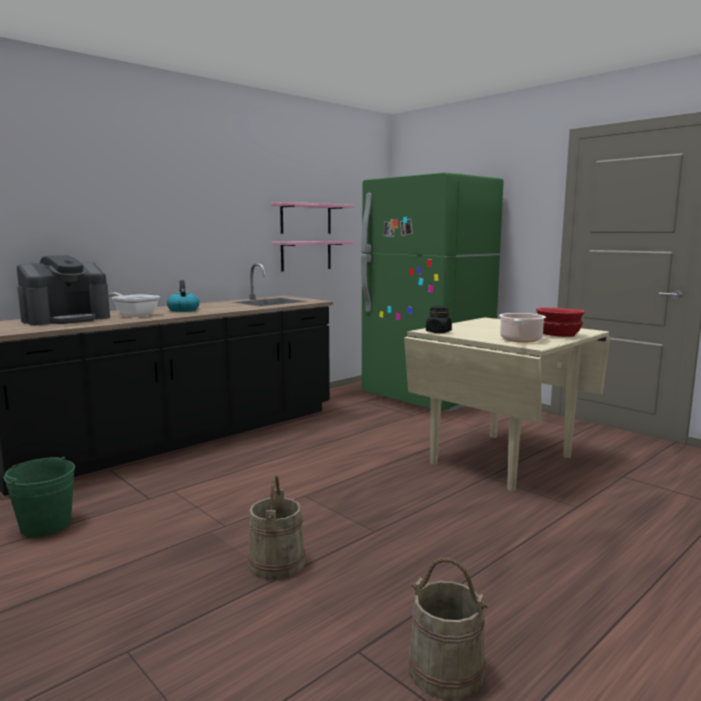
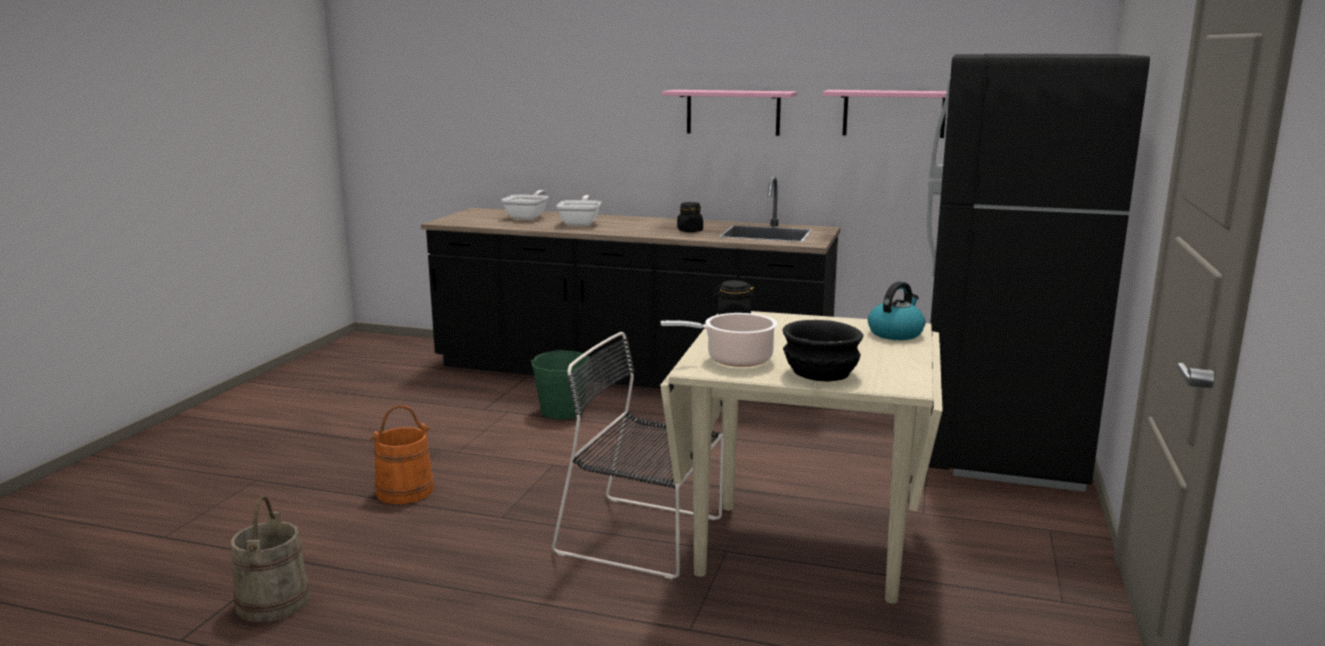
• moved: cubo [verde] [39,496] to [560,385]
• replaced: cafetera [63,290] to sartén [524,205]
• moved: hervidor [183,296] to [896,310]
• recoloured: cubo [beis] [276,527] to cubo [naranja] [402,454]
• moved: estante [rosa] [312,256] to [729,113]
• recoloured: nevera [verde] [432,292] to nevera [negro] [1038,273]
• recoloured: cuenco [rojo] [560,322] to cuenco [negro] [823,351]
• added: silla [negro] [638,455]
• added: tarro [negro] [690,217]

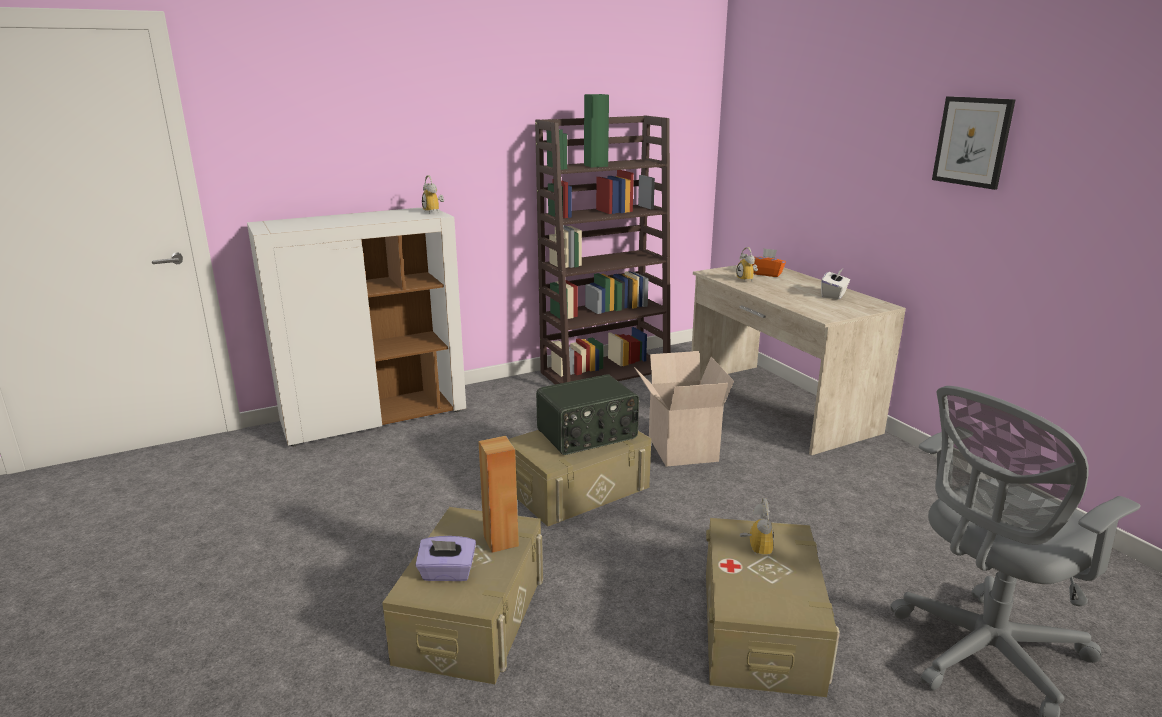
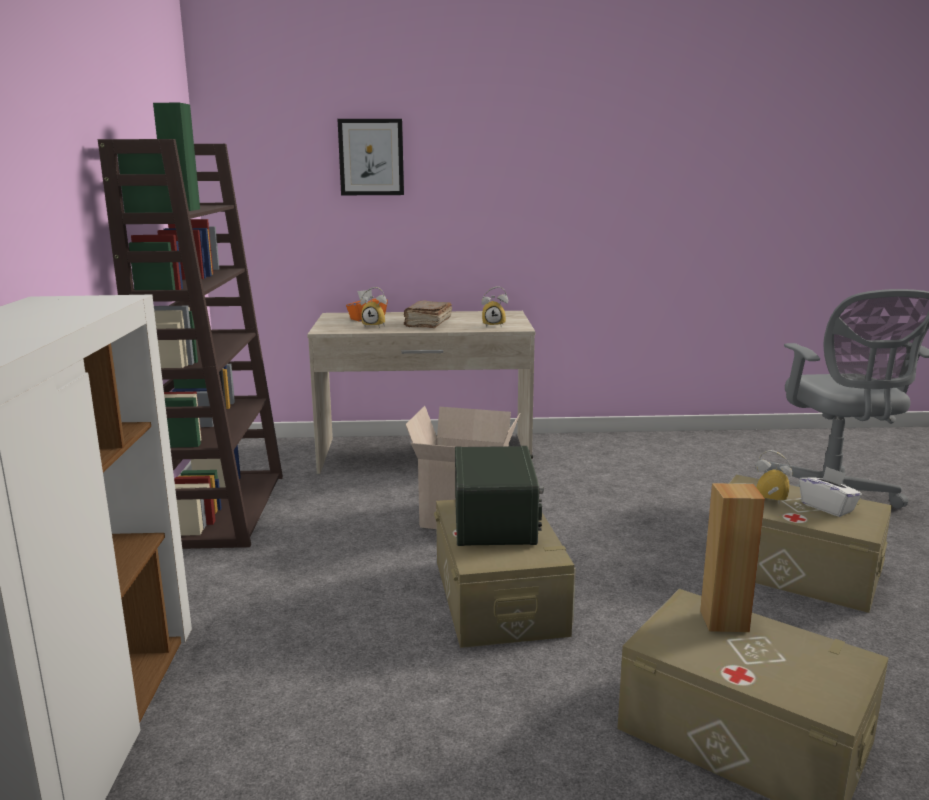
• removed: caja de pañuelos [morado] [445,558]
• moved: despertador [433,194] to [494,306]
• moved: caja de pañuelos [blanco] [835,284] to [830,491]
• moved: cuadro [974,143] to [371,157]
• added: libro [marrón] [428,314]

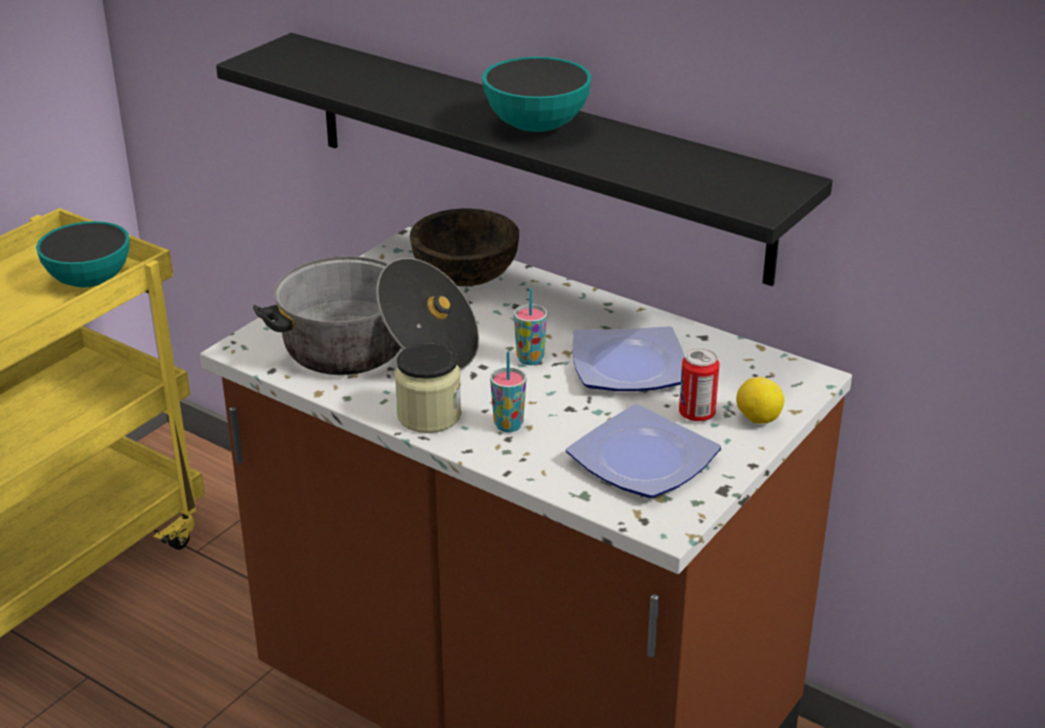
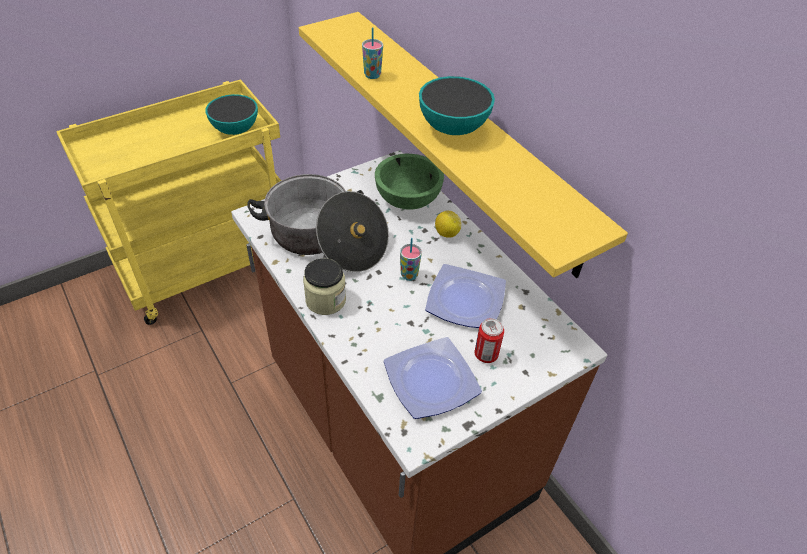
• recoloured: estante [negro] [524,159] to estante [amarillo] [463,145]
• recoloured: cuenco [marrón] [464,247] to cuenco [verde] [409,181]
• moved: taza [508,391] to [372,53]
• moved: limón [760,400] to [448,224]

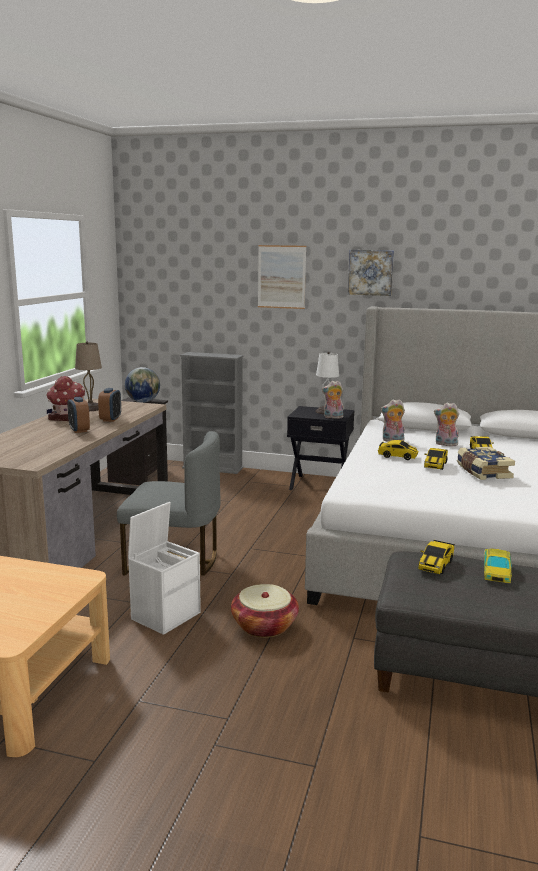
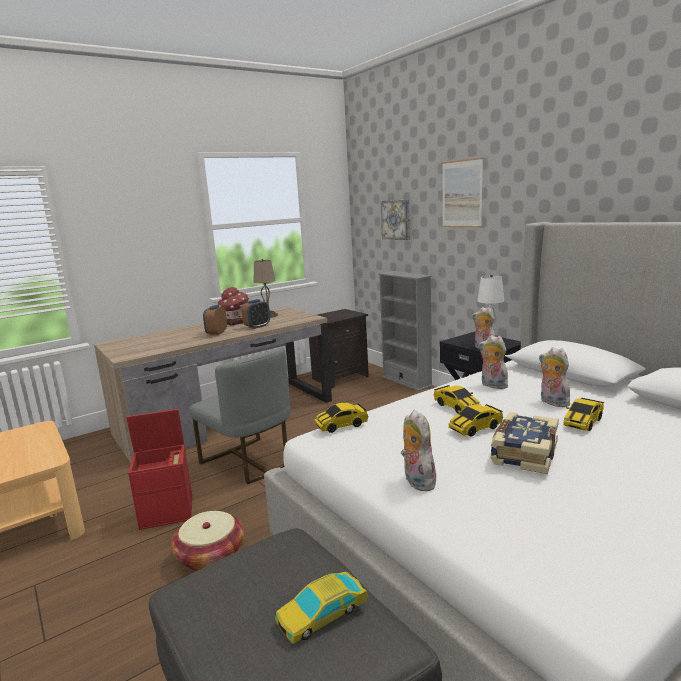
• removed: globo terráqueo [142,385]
• recoloured: caja de almacenaje [blanco] [164,568] to caja de almacenaje [rojo] [159,469]
• moved: cuadro [371,273] to [395,220]
• moved: coche de juguete [437,557] to [342,418]
• added: peluche [418,450]

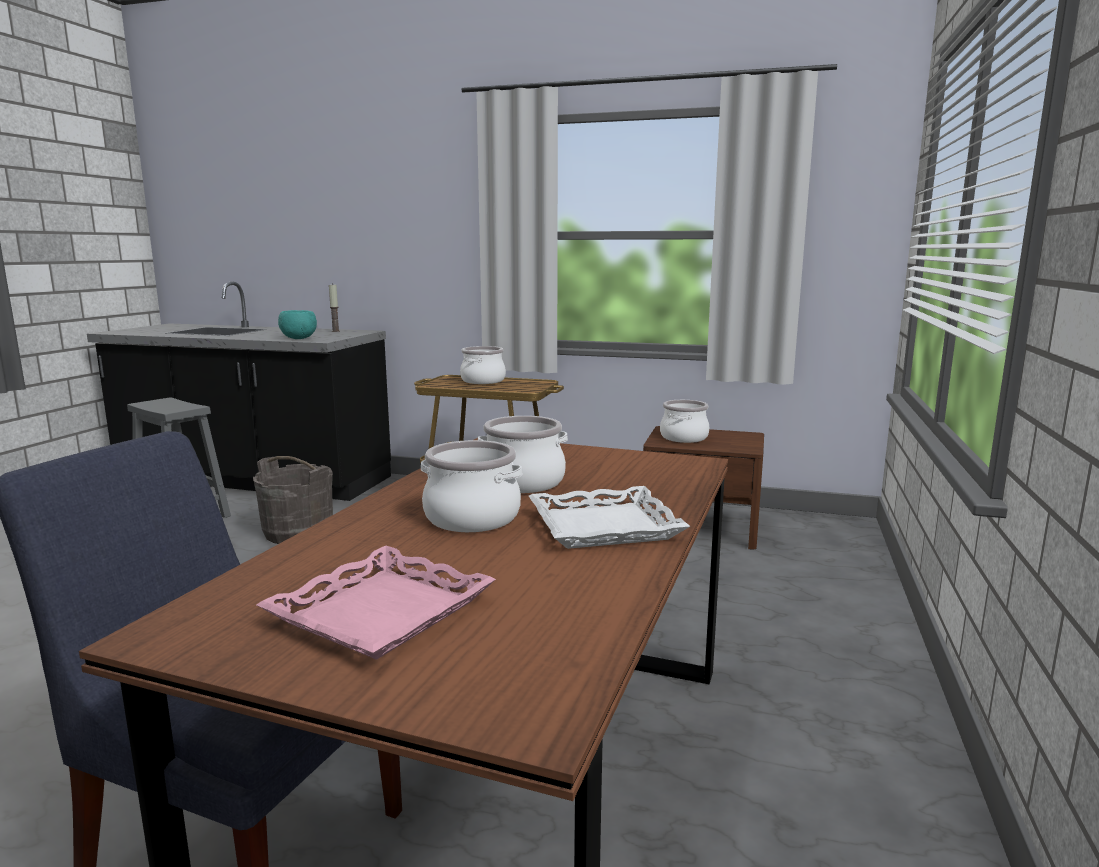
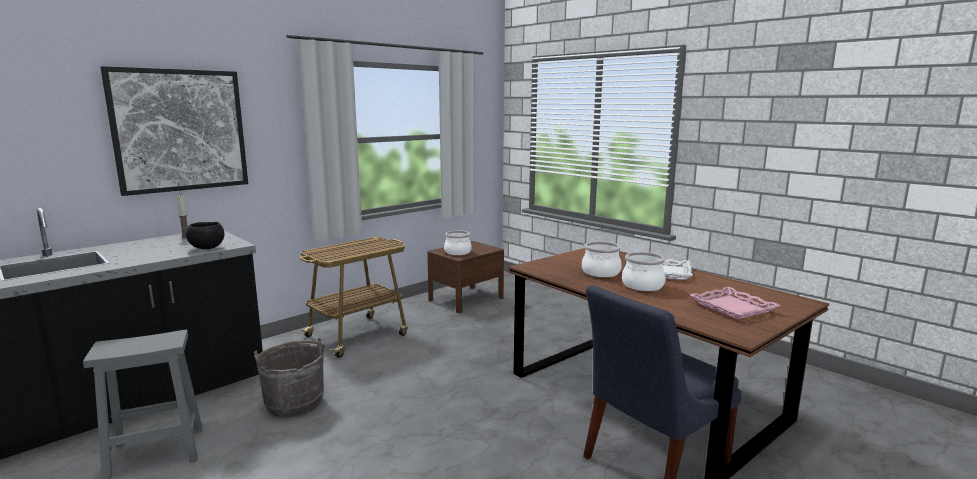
• recoloured: cuenco [turquesa] [297,324] to cuenco [negro] [205,235]
• removed: olla [483,365]
• added: cuadro [174,131]

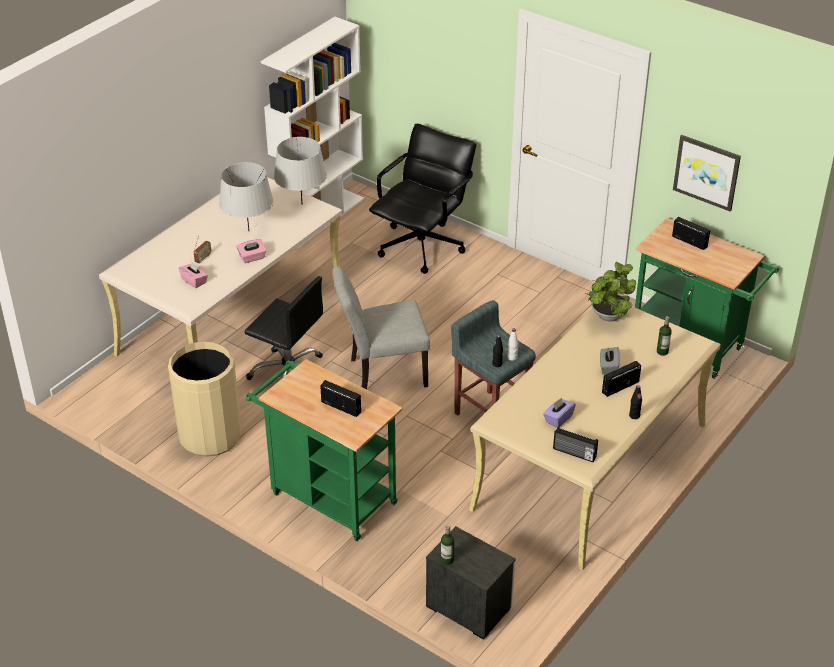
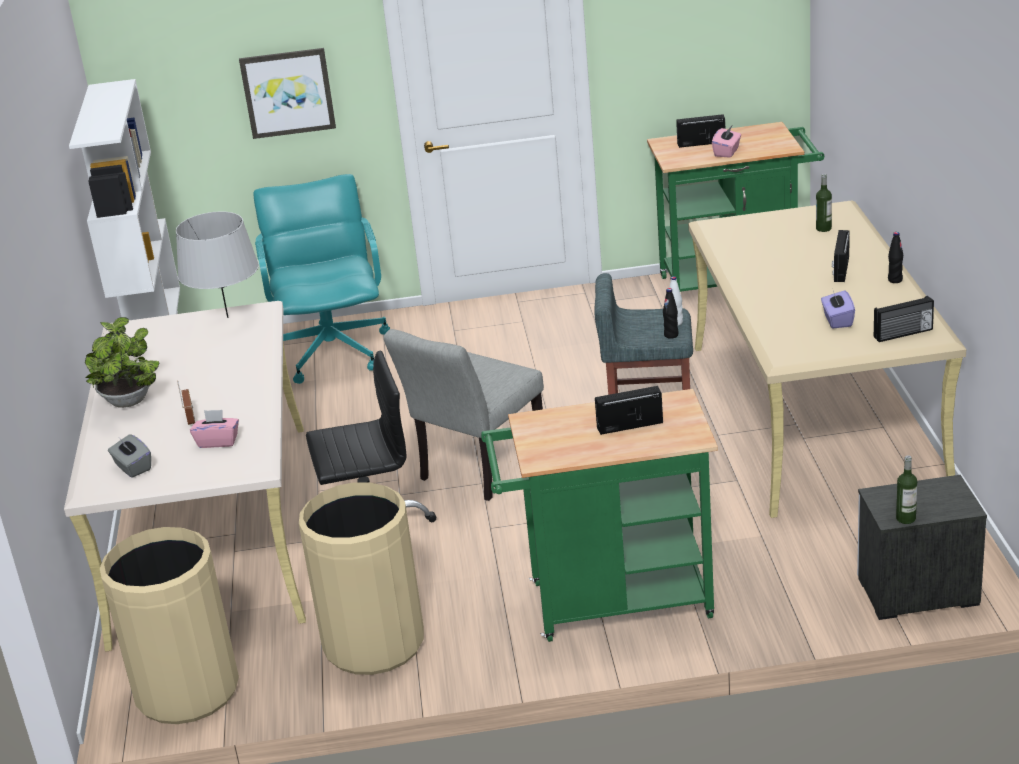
• removed: lámpara de mesa [gris] [246,196]
• moved: caja de pañuelos [rosa] [252,251] to [726,142]
• recoloured: silla de oficina [negro] [422,199] to silla de oficina [turquesa] [322,279]
• moved: planta en maceta [610,291] to [122,362]
• moved: caja de pañuelos [gris] [610,361] to [129,456]
• moved: cuadro [707,173] to [287,93]
• added: papelera [beis] [169,625]

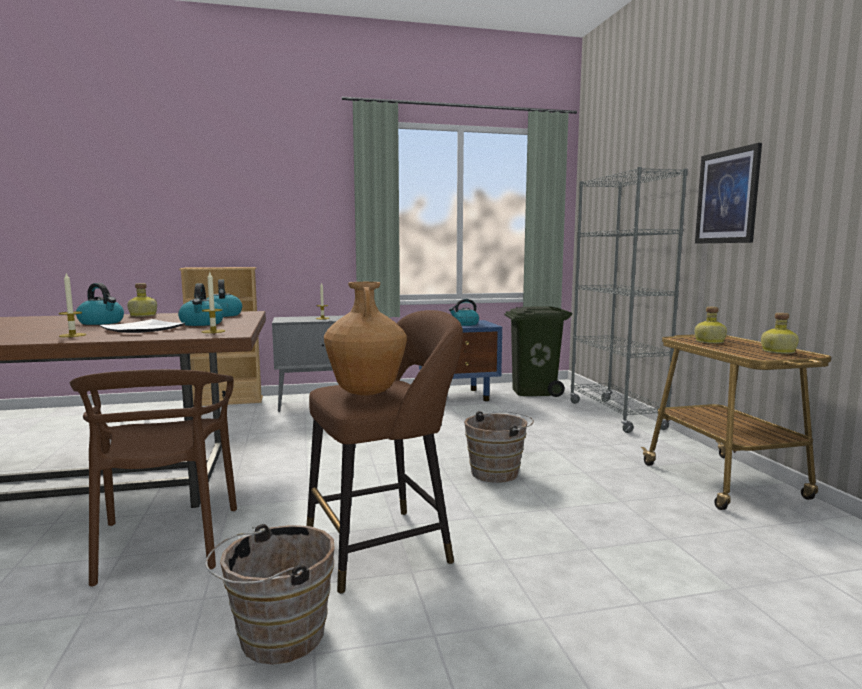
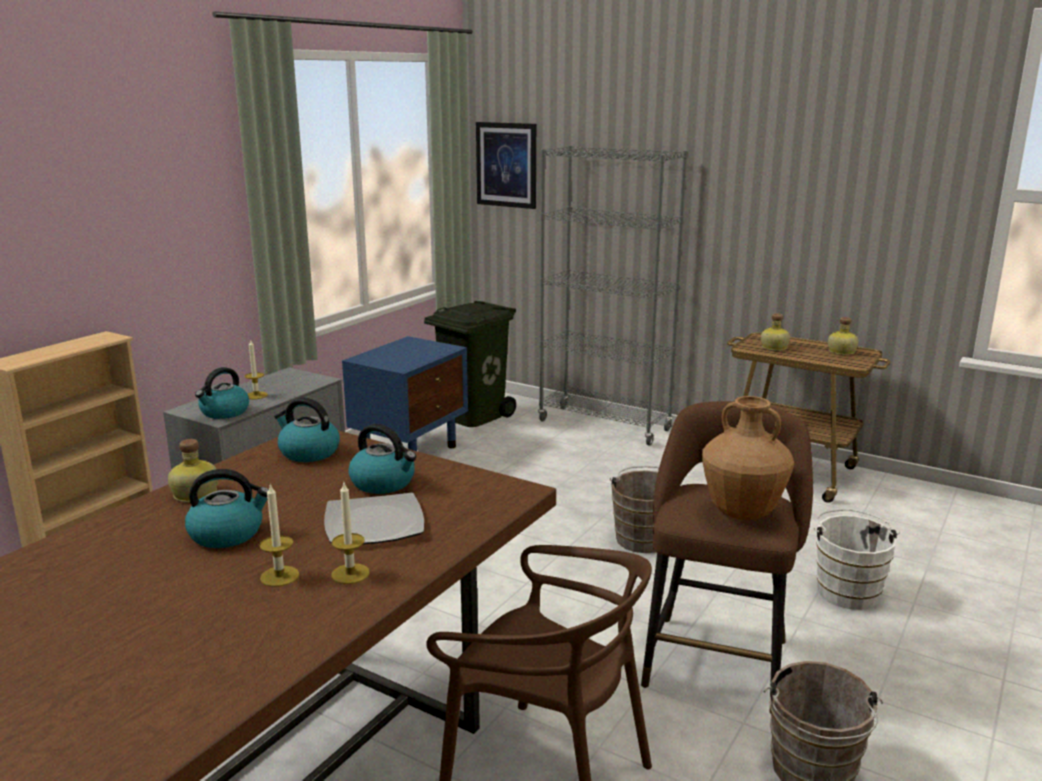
• moved: vela [213,302] to [279,535]
• moved: hervidor [464,312] to [222,393]
• moved: cuadro [728,193] to [506,165]
• added: cubo [blanco] [857,559]

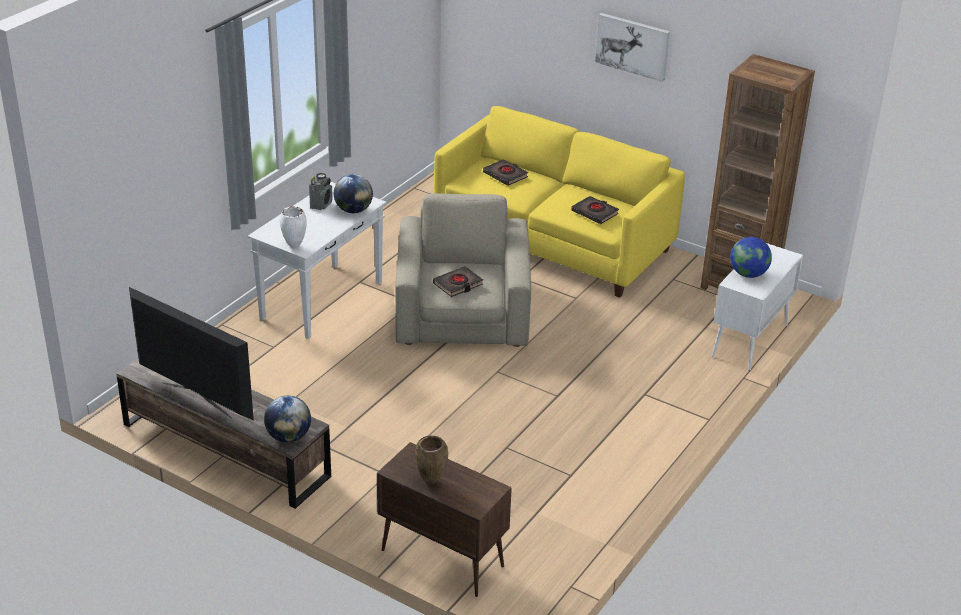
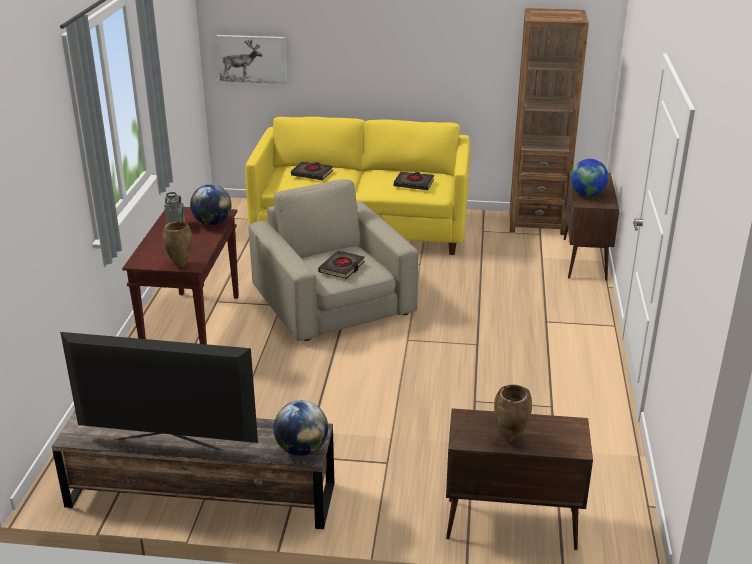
• recoloured: mesa consola [blanco] [317,260] to mesa consola [marrón] [180,275]
• recoloured: florero [blanco] [293,227] to florero [marrón] [177,244]
• moved: cuadro [632,47] to [251,59]
• recoloured: armario [blanco] [757,307] to armario [marrón] [591,226]

